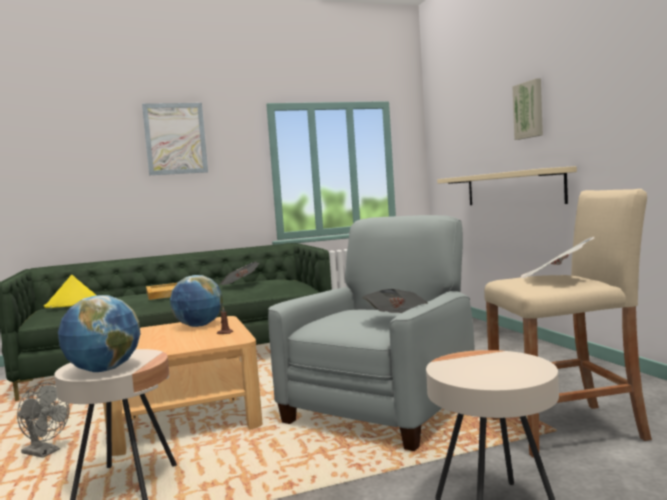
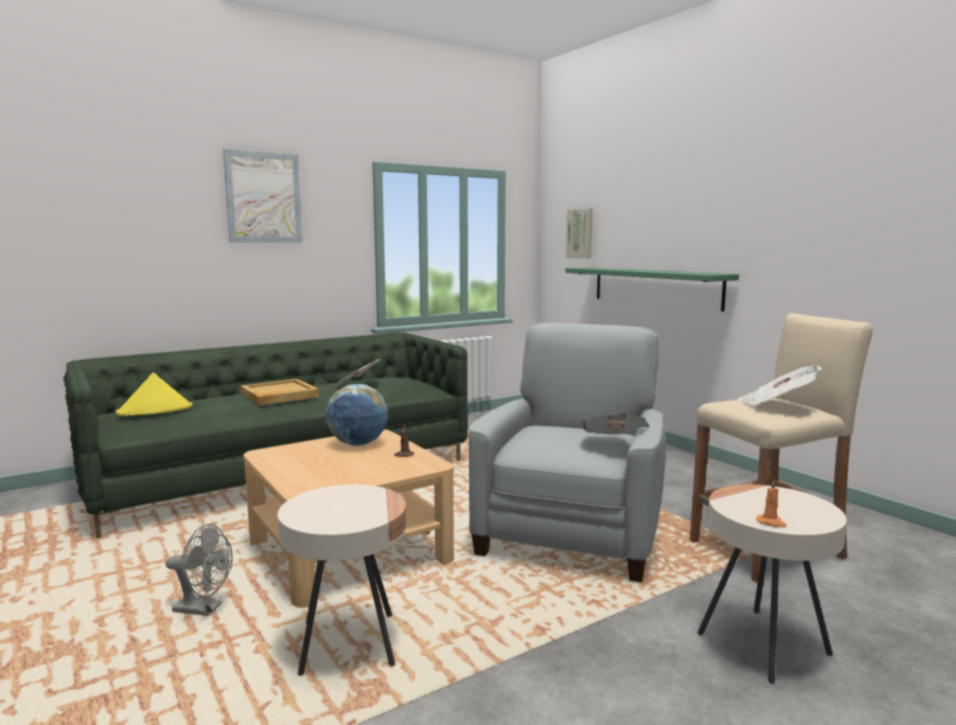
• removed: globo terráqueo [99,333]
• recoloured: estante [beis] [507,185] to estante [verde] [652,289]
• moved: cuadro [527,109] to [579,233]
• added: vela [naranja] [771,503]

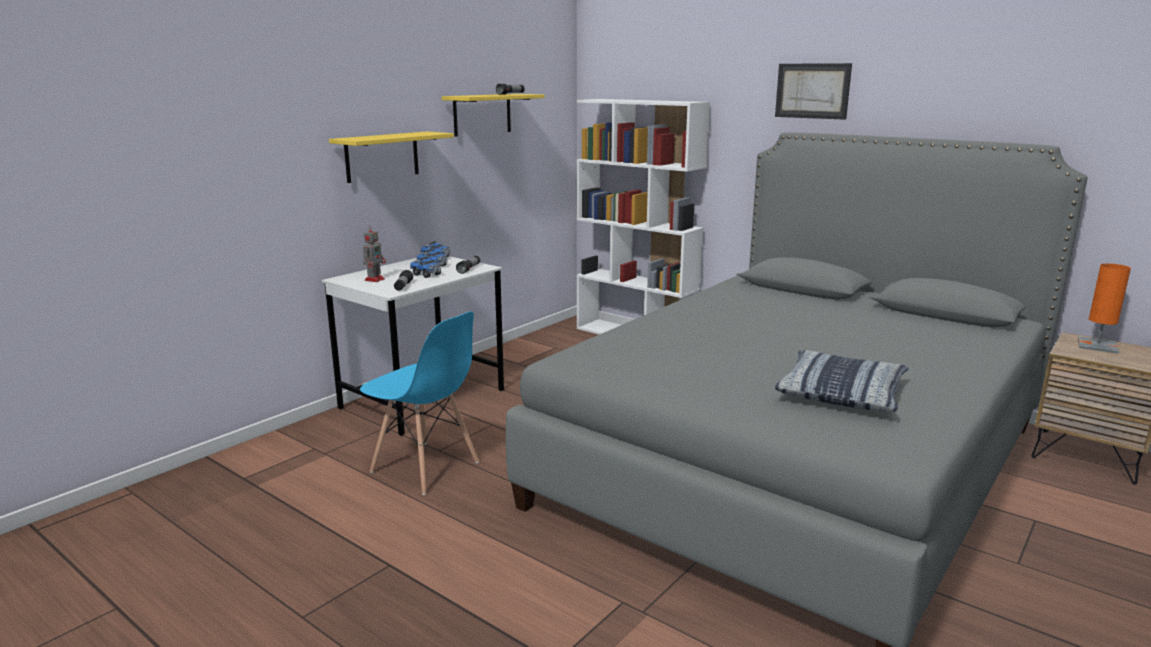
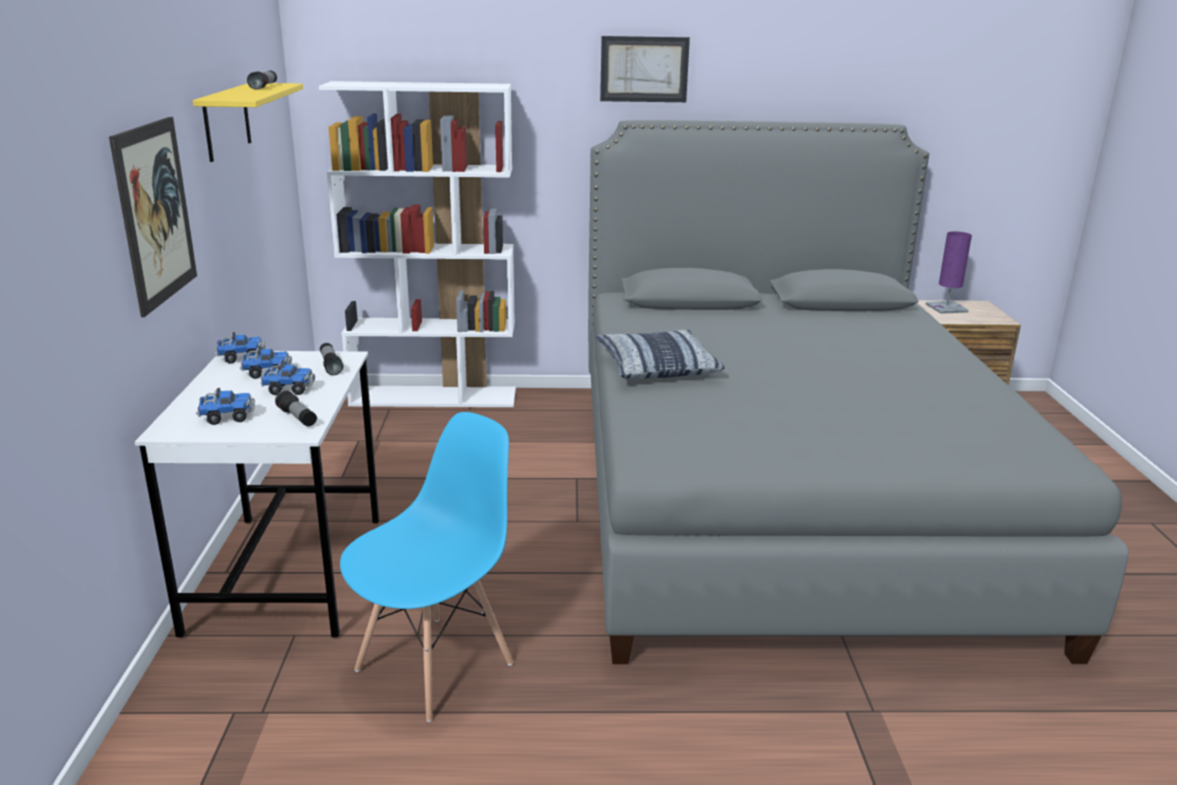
• replaced: estante [amarillo] [391,157] to cuadro [153,217]
• turned: silla [azul] [419,403] = [427,567] 45 degrees counterclockwise
• replaced: robot de juguete [374,253] to camión de juguete [225,406]
• moved: cojín [842,381] to [660,354]
• recoloured: lámpara de mesa [naranja] [1104,308] to lámpara de mesa [morado] [949,272]

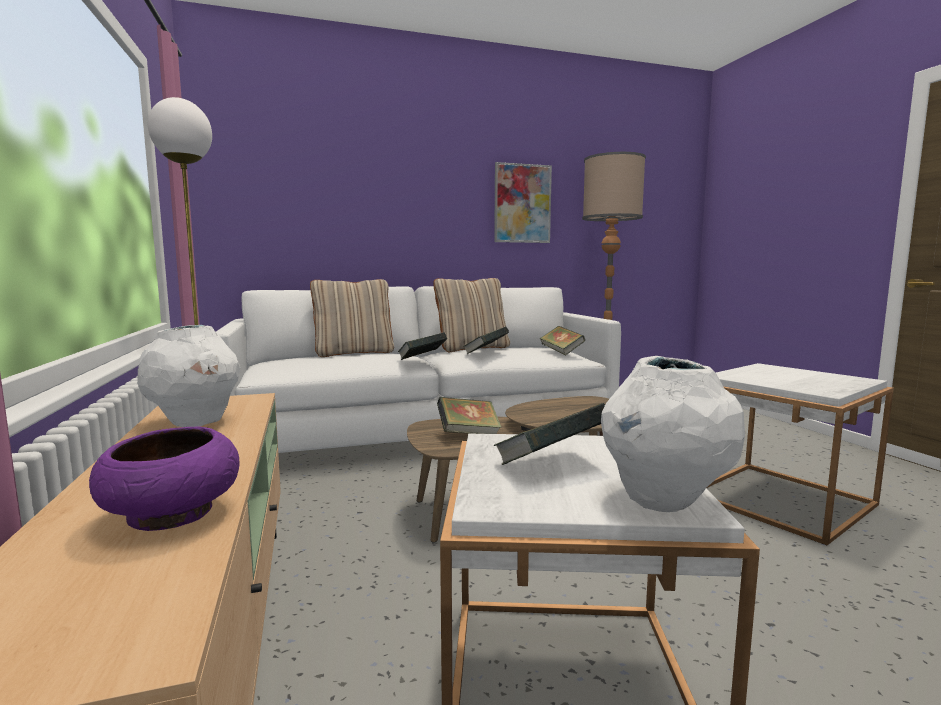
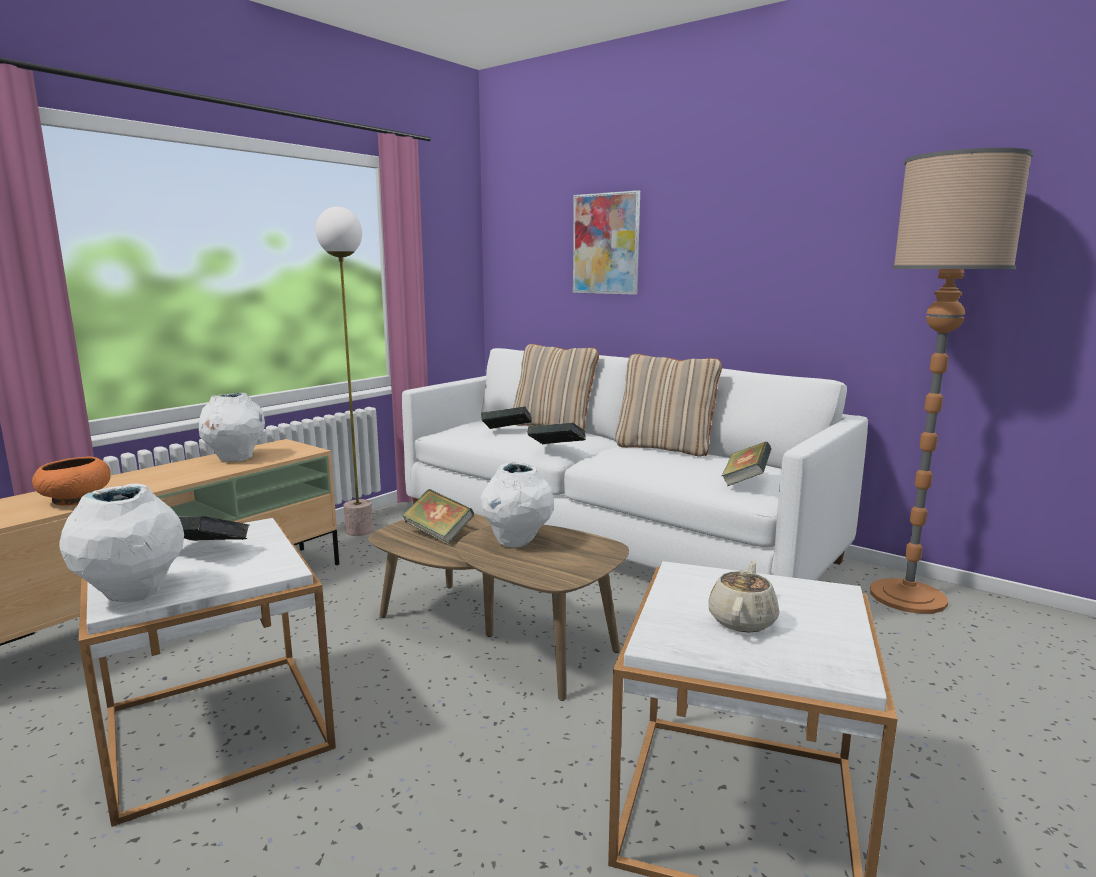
• recoloured: cuenco [morado] [164,478] to cuenco [naranja] [71,481]
• moved: libro [486,340] to [506,417]
• moved: cuadro [523,202] to [606,242]
• added: florero [blanco] [517,505]
• added: tetera [beis] [743,596]

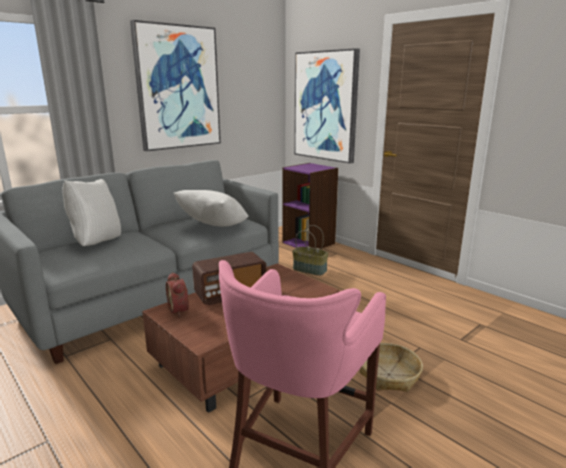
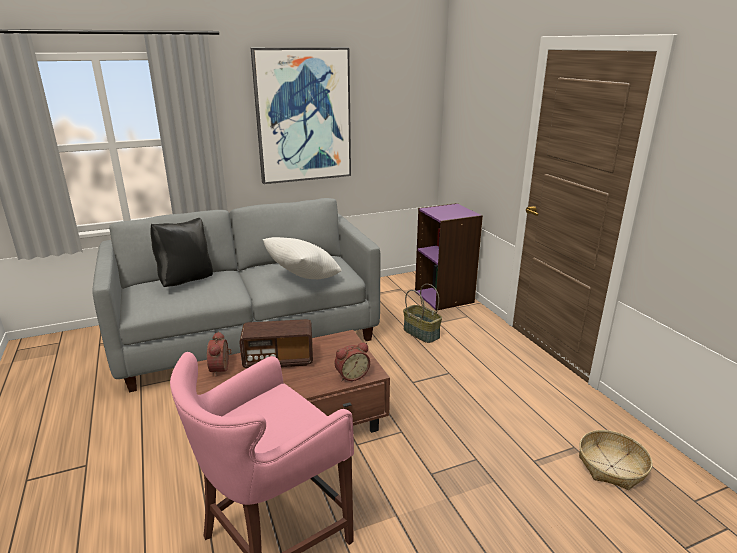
• recoloured: cojín [blanco] [91,212] to cojín [negro] [181,252]
• removed: cuadro [327,106]
• moved: cesta [391,367] to [616,460]
• added: despertador [352,361]

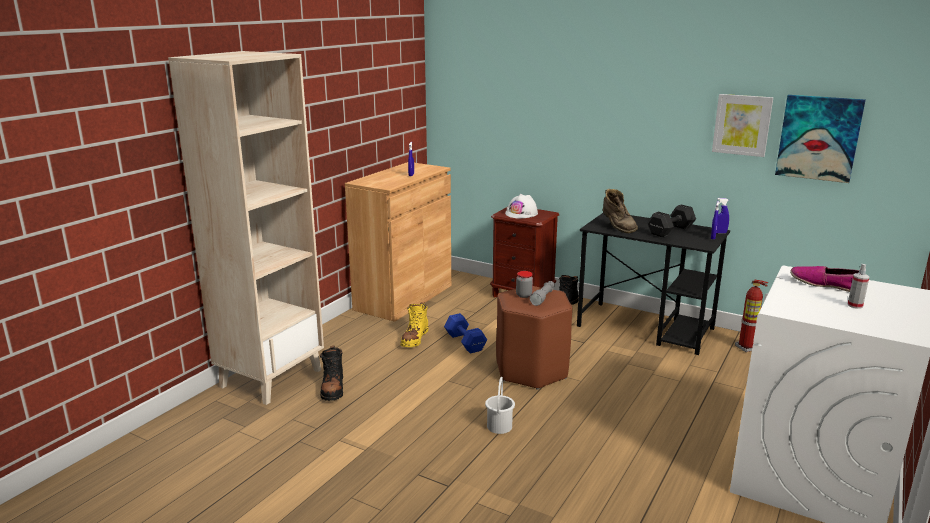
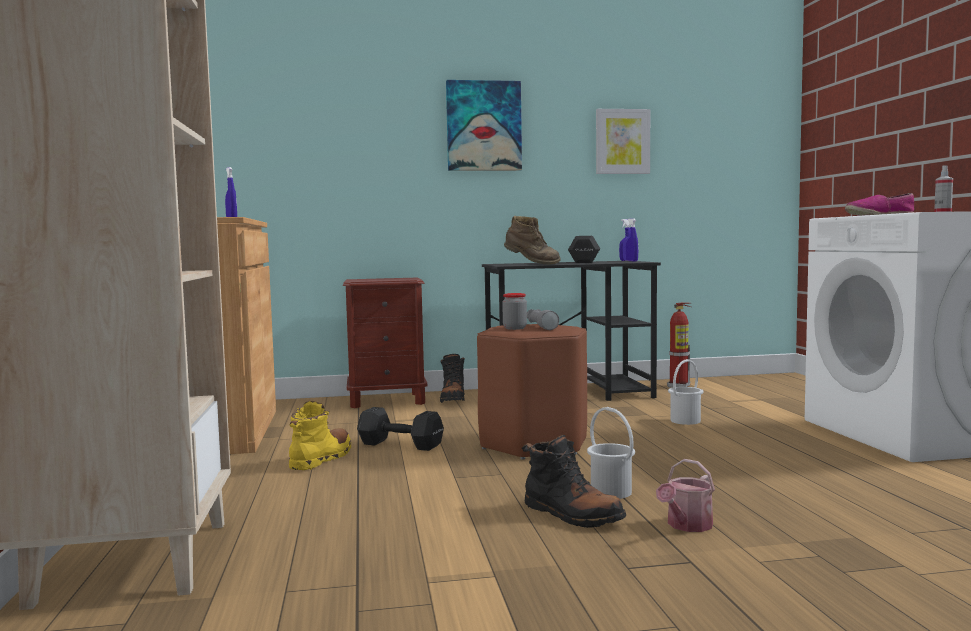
• moved: bota [negro] [331,373] to [574,481]
• turned: bota [amarillo] [414,325] = [320,435] 135 degrees counterclockwise
• recoloured: mancuerna [azul] [465,333] to mancuerna [negro] [400,429]
• removed: casco [blanco] [521,206]
• moved: cuadro [820,139] to [484,125]
• added: regadera [685,495]
• added: cubo [blanco] [685,392]

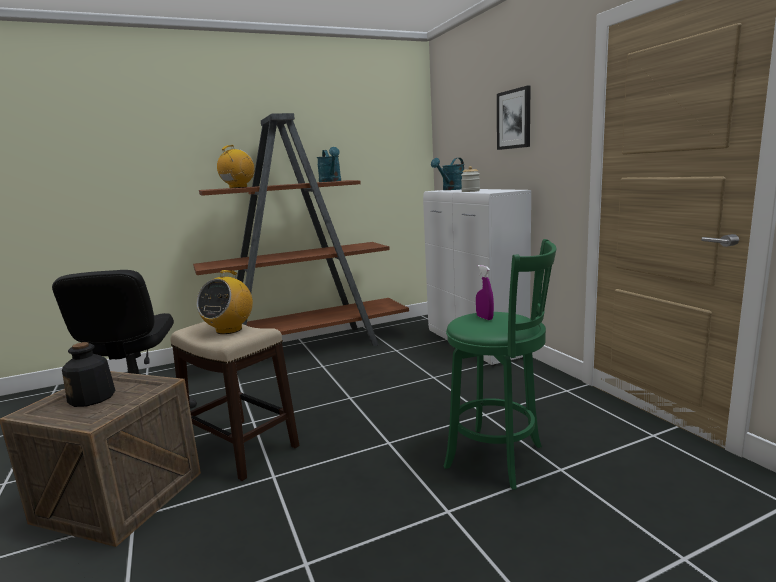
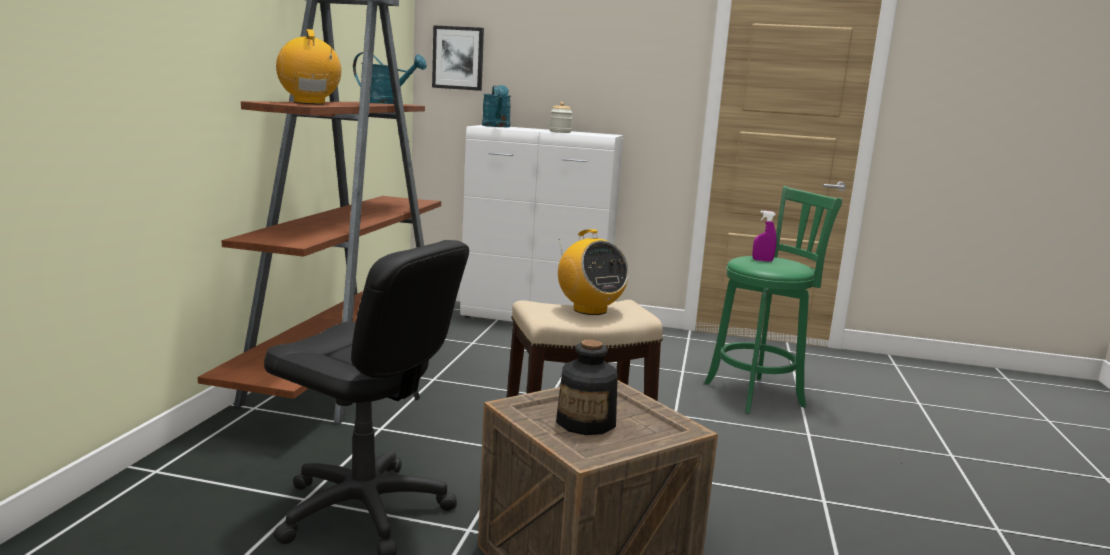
• moved: cuadro [513,118] to [458,58]

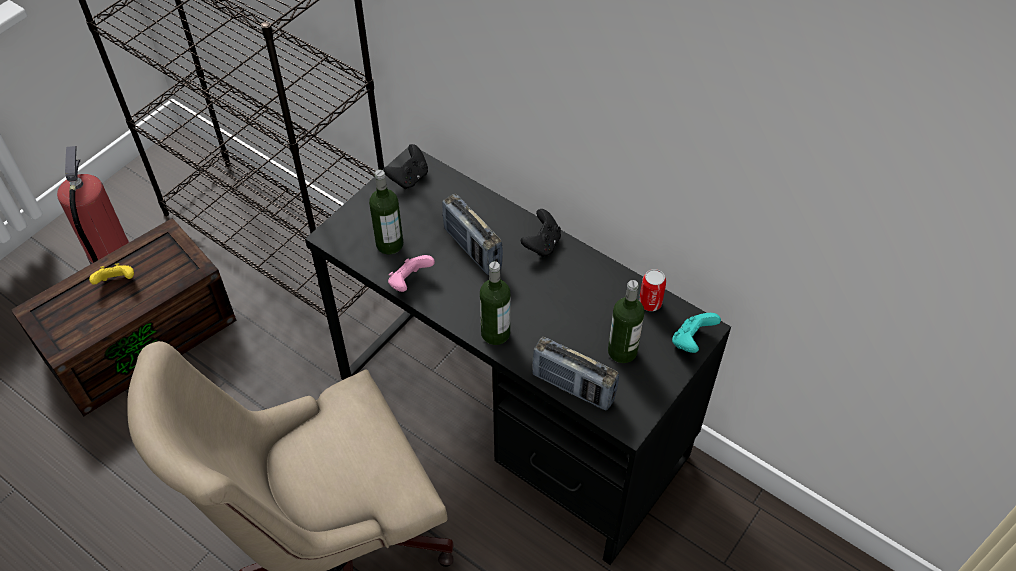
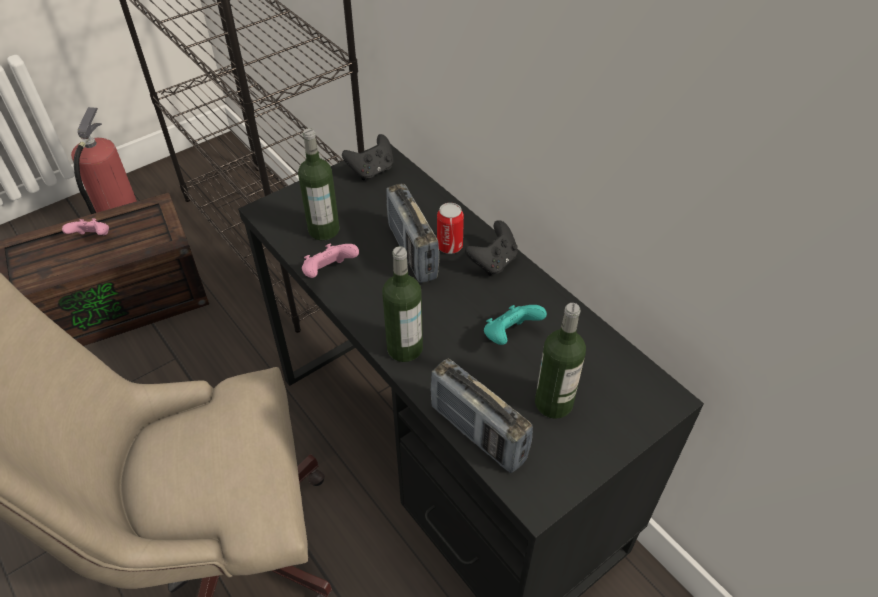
• recoloured: mando de consola [amarillo] [111,274] to mando de consola [rosa] [85,227]
• moved: lata [652,290] to [450,228]
• moved: mando de consola [turquesa] [696,333] to [515,325]

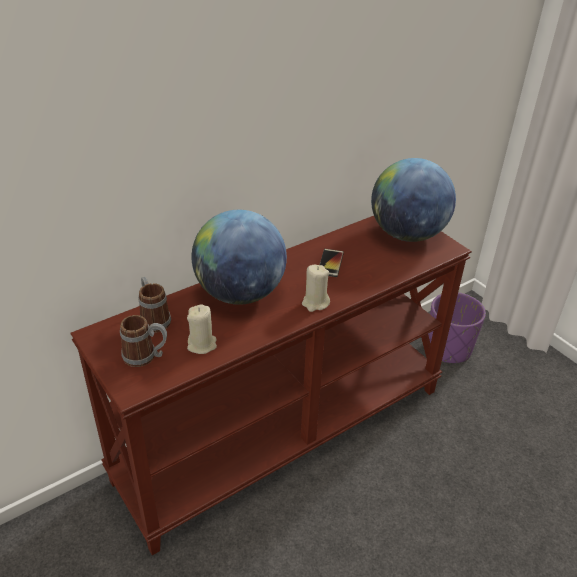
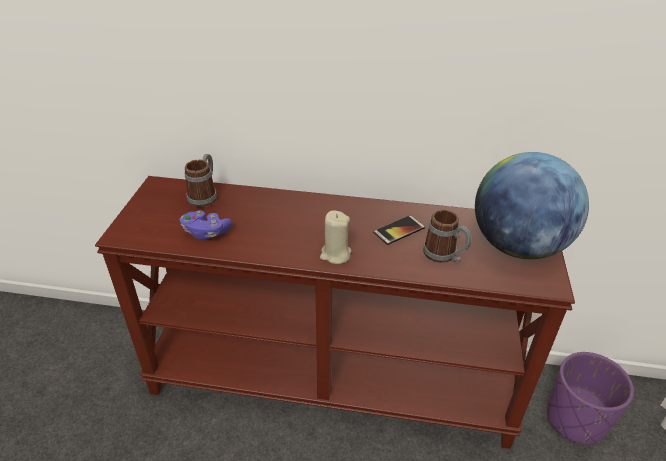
• moved: taza grande [143,341] to [447,236]
• replaced: vela [beis] [202,329] to mando de consola [morado] [206,225]
• removed: globo terráqueo [239,257]

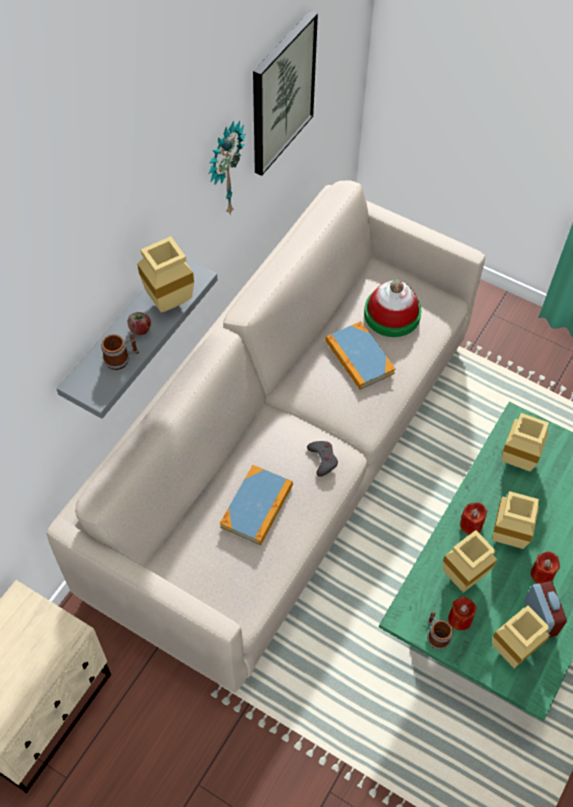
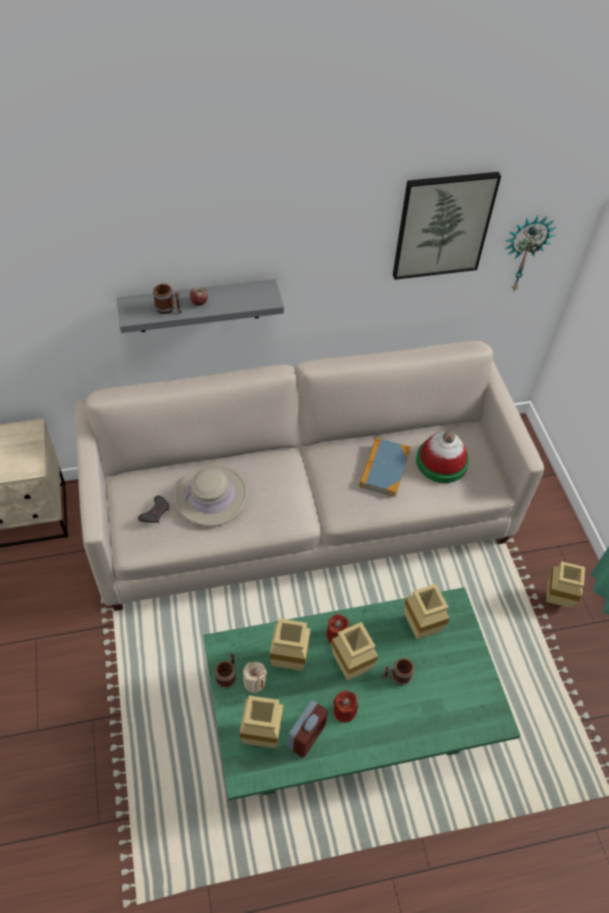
• moved: florero [beis] [165,274] to [565,584]
• moved: reloj de pared [227,168] to [530,254]
• replaced: libro [256,505] to sombrero [beis] [211,496]
• moved: mando de consola [gris] [322,459] to [153,509]
• recoloured: vela [rojo] [462,614] to vela [beis] [255,677]
• added: taza grande [398,672]

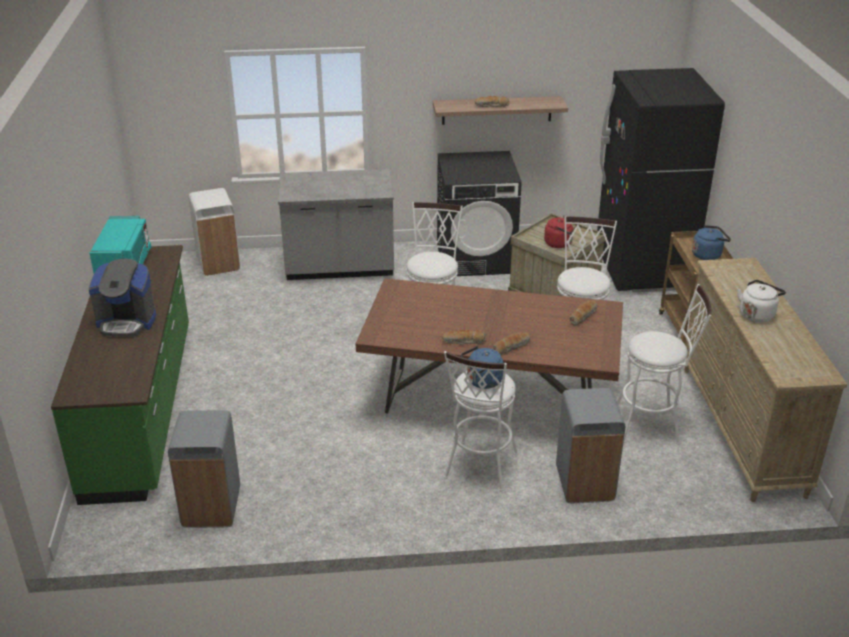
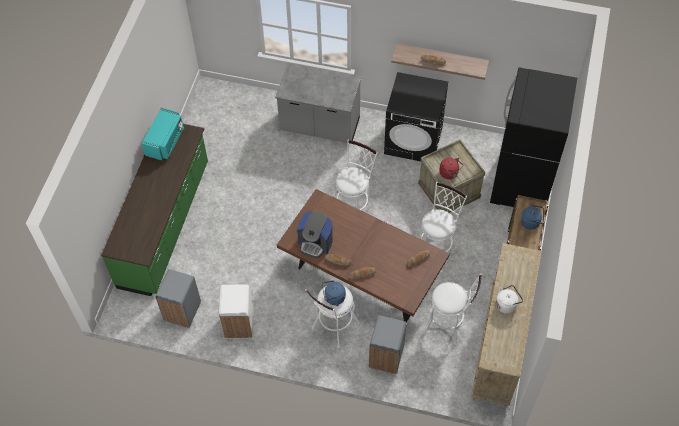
• moved: cafetera [122,298] to [315,234]
• moved: papelera [blanco] [214,232] to [236,311]

